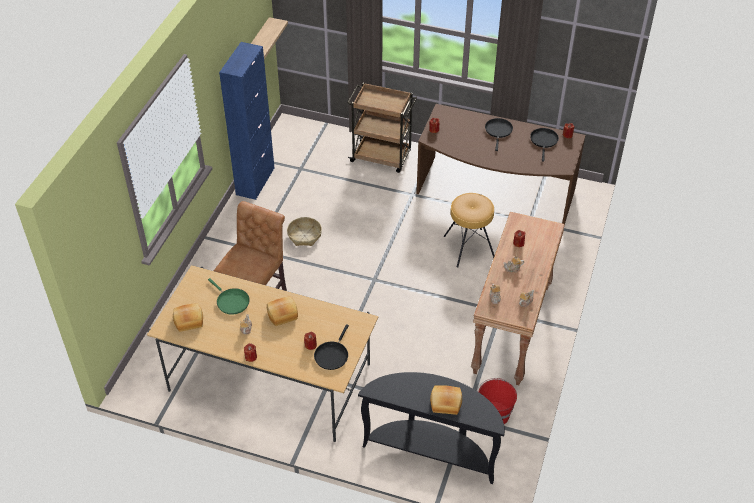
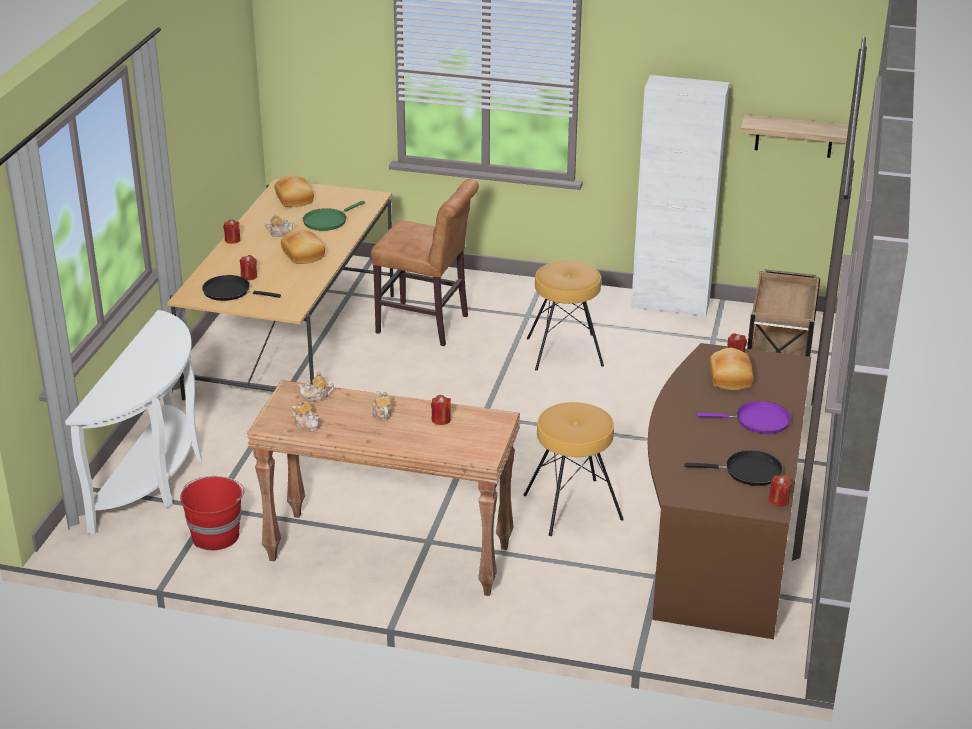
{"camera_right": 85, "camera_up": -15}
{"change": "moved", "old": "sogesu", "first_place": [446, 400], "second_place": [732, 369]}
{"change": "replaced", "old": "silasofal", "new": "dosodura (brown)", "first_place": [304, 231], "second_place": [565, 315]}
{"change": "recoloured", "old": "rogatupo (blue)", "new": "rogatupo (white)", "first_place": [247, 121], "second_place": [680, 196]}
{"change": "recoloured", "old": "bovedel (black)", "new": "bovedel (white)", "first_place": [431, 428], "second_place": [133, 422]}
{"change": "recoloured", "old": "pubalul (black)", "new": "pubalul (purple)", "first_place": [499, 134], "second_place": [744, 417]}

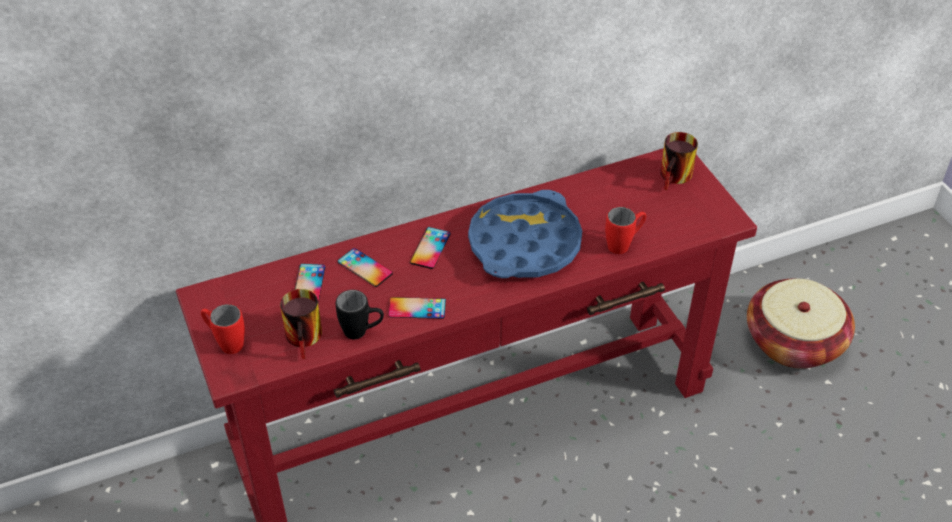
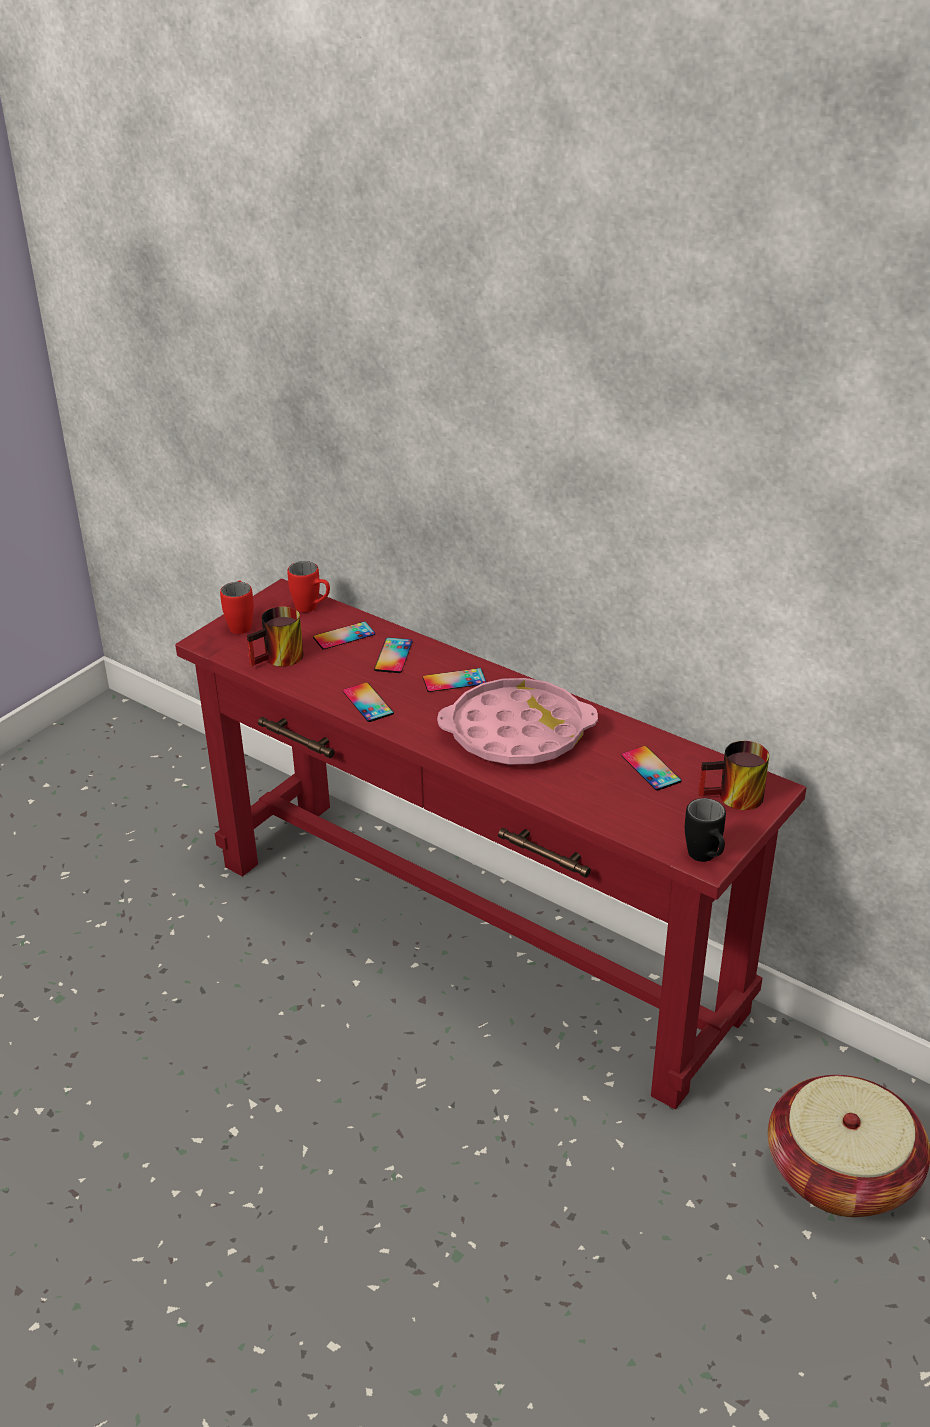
{"camera_right": 60, "camera_up": -10}
{"change": "added", "new": "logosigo", "second_place": [651, 768]}
{"change": "moved", "old": "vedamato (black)", "first_place": [360, 314], "second_place": [705, 830]}
{"change": "moved", "old": "vedamato (red)", "first_place": [625, 230], "second_place": [308, 586]}
{"change": "recoloured", "old": "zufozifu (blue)", "new": "zufozifu (pink)", "first_place": [525, 234], "second_place": [517, 721]}

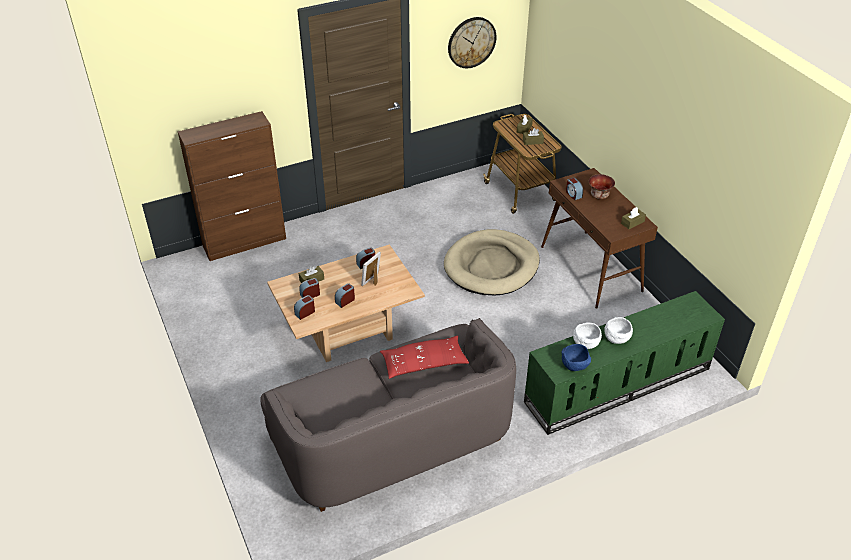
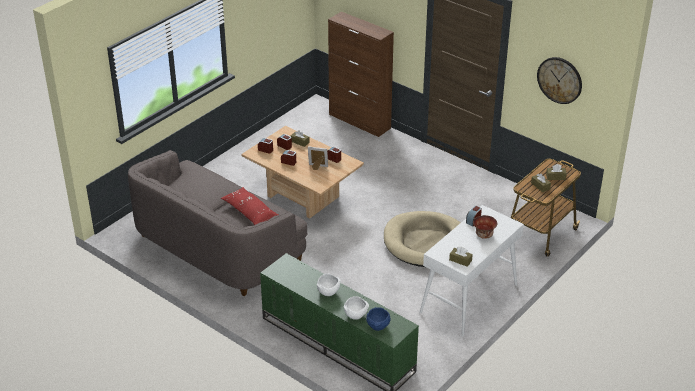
{"camera_right": 65, "camera_up": -5}
{"change": "moved", "old": "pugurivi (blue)", "first_place": [576, 357], "second_place": [378, 319]}
{"change": "moved", "old": "pugurivi (white)", "first_place": [587, 335], "second_place": [356, 308]}
{"change": "recoloured", "old": "bovedel (brown)", "new": "bovedel (white)", "first_place": [599, 238], "second_place": [471, 271]}

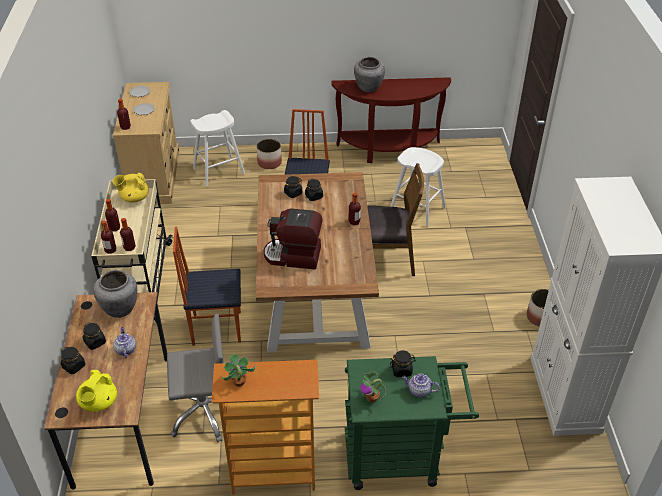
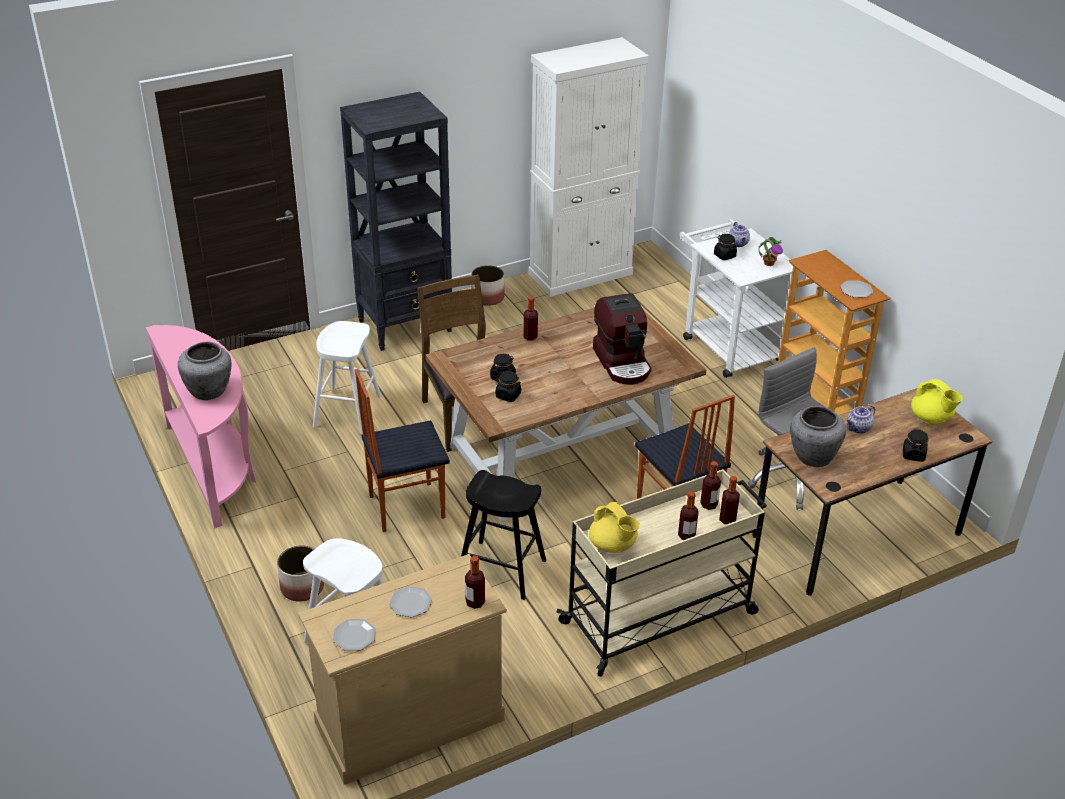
{"camera_right": -115, "camera_up": -5}
{"change": "removed", "old": "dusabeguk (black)", "first_place": [94, 336]}
{"change": "added", "new": "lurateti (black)", "second_place": [396, 221]}
{"change": "added", "new": "dosodura (black)", "second_place": [503, 535]}
{"change": "replaced", "old": "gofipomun", "new": "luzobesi", "first_place": [238, 370], "second_place": [857, 289]}
{"change": "recoloured", "old": "bovedel (brown)", "new": "bovedel (pink)", "first_place": [391, 120], "second_place": [201, 426]}
{"change": "recoloured", "old": "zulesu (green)", "new": "zulesu (white)", "first_place": [412, 423], "second_place": [736, 298]}
{"change": "turned", "old": "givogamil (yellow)", "first_place": [96, 391], "second_place": [936, 401], "degrees": 60}

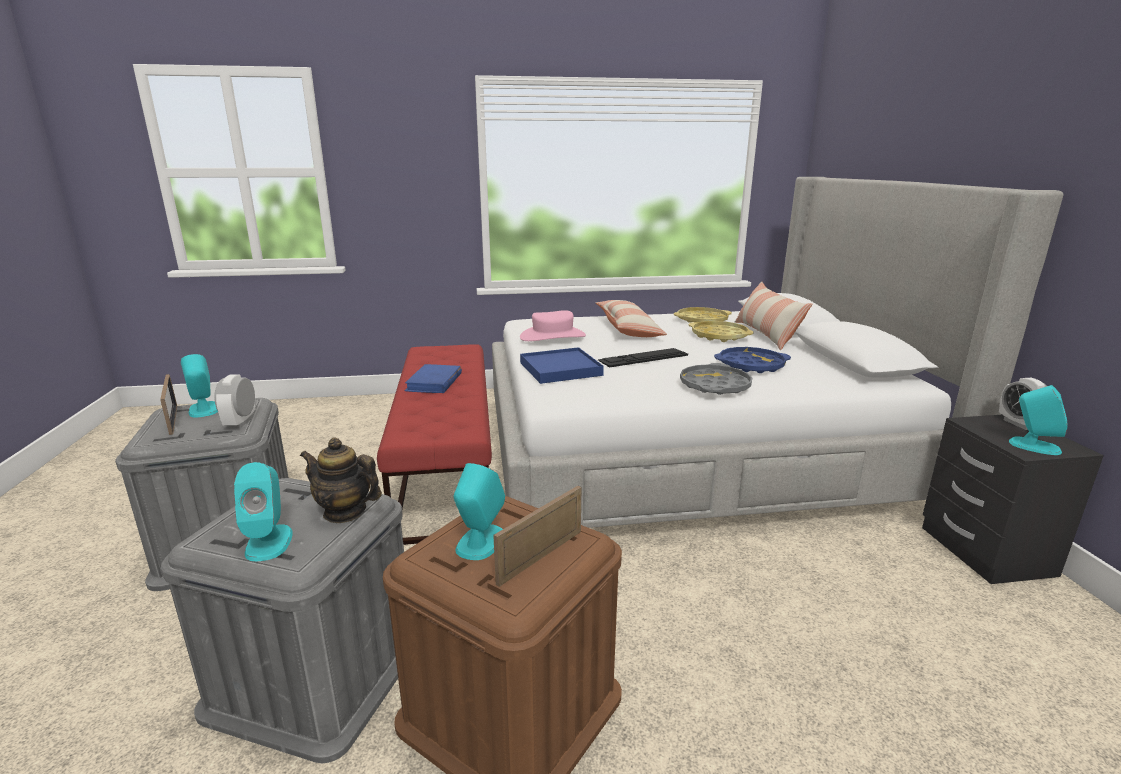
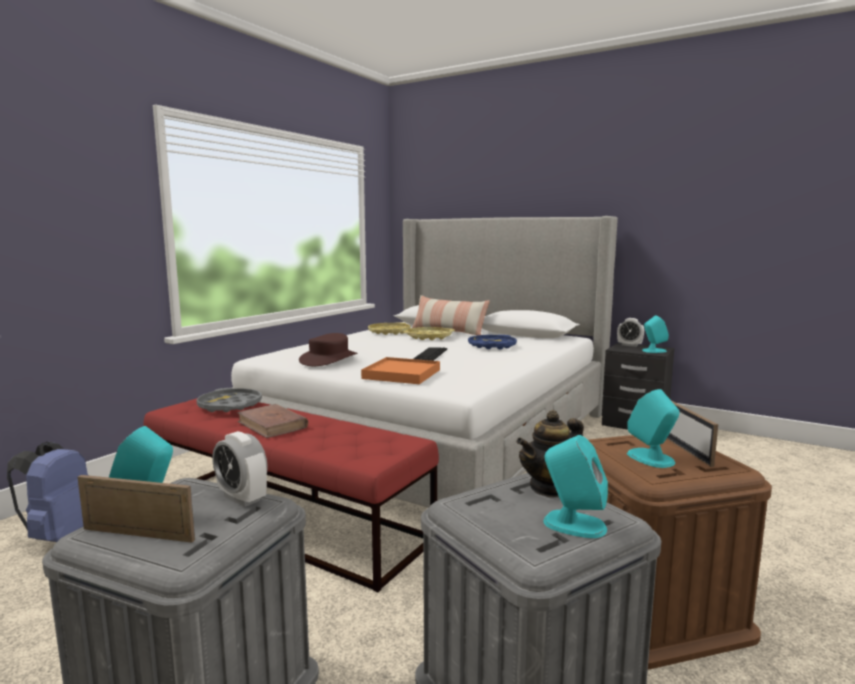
{"camera_right": -50, "camera_up": -10}
{"change": "removed", "old": "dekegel", "first_place": [631, 318]}
{"change": "added", "new": "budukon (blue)", "second_place": [48, 491]}
{"change": "moved", "old": "zufozifu (grey)", "first_place": [716, 379], "second_place": [229, 400]}
{"change": "recoloured", "old": "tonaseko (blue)", "new": "tonaseko (brown)", "first_place": [433, 378], "second_place": [272, 421]}
{"change": "recoloured", "old": "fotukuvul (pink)", "new": "fotukuvul (brown)", "first_place": [553, 325], "second_place": [328, 349]}
{"change": "recoloured", "old": "zufozifu (blue)", "new": "zufozifu (orange)", "first_place": [562, 365], "second_place": [400, 370]}

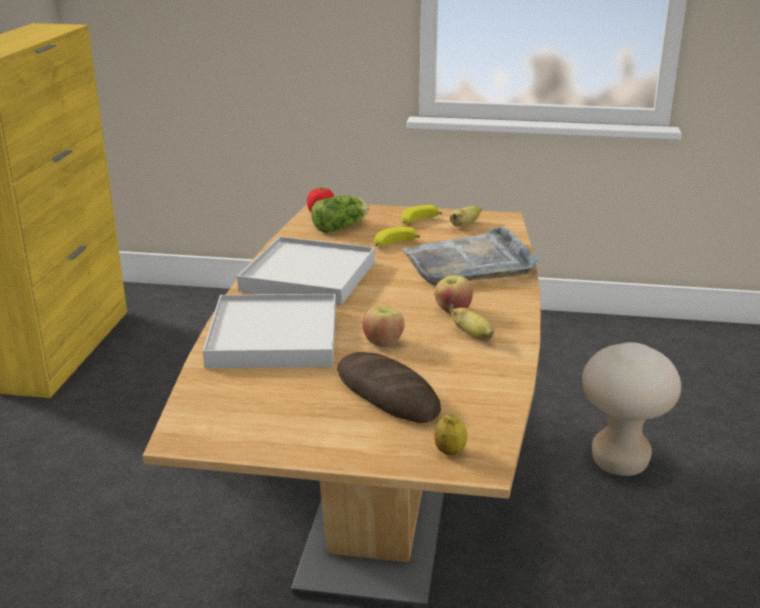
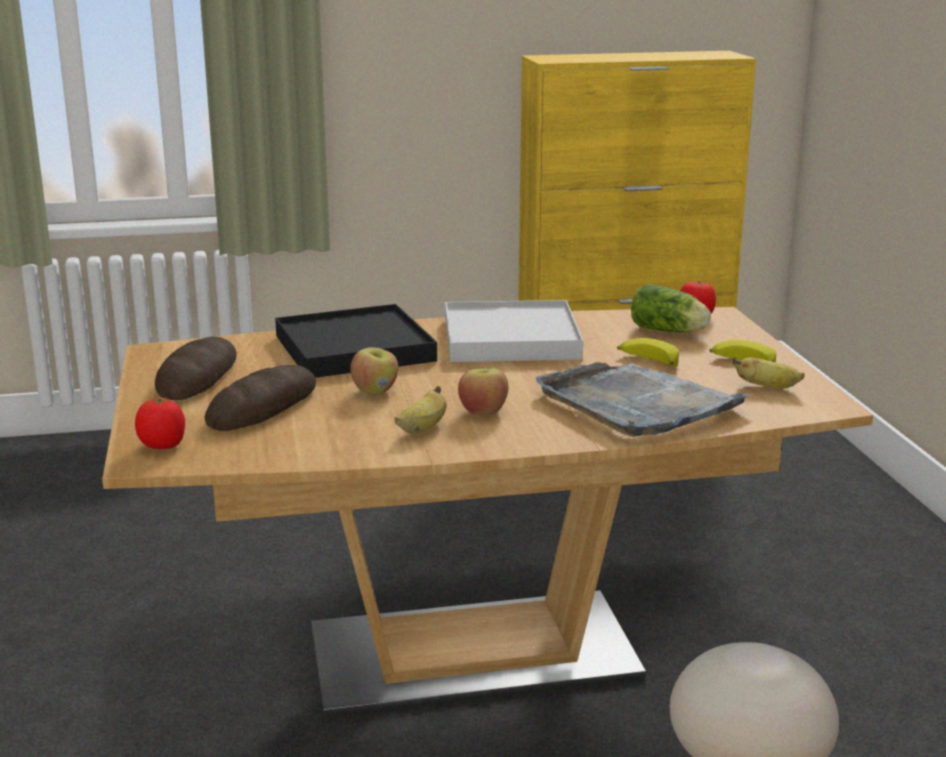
{"camera_right": 70, "camera_up": -5}
{"change": "added", "new": "sogesu", "second_place": [196, 368]}
{"change": "replaced", "old": "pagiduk", "new": "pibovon", "first_place": [450, 434], "second_place": [160, 423]}
{"change": "recoloured", "old": "zufozifu (white)", "new": "zufozifu (black)", "first_place": [269, 331], "second_place": [356, 341]}

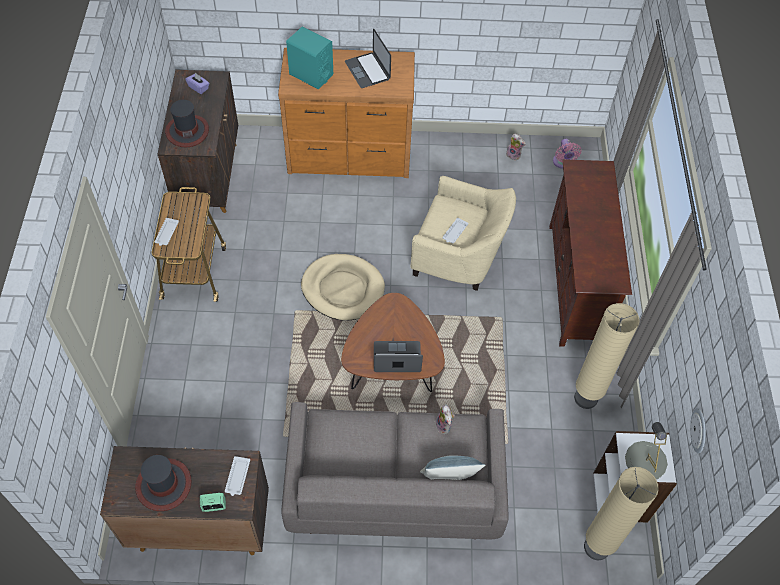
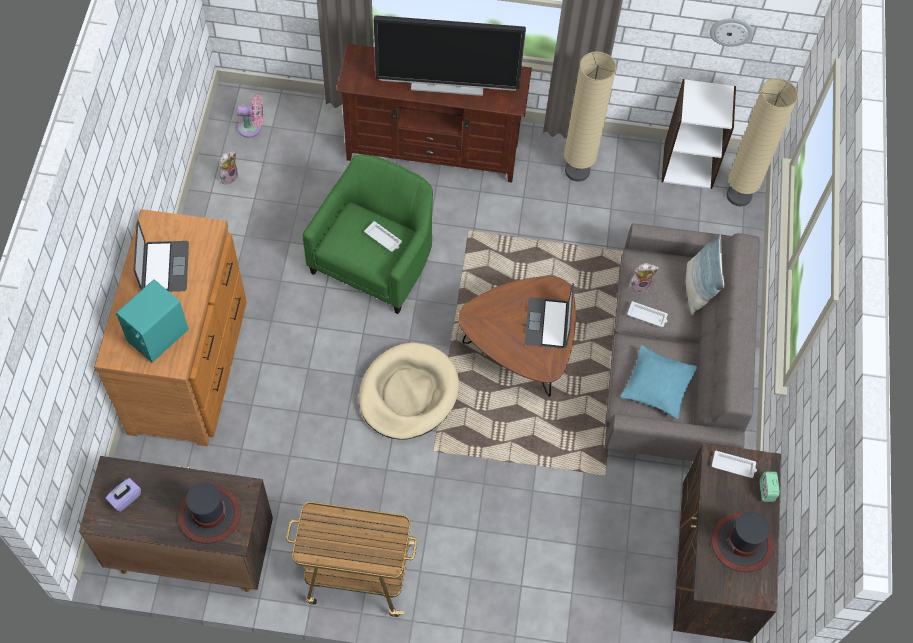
{"camera_right": -85, "camera_up": 5}
{"change": "removed", "old": "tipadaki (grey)", "first_place": [646, 450]}
{"change": "added", "new": "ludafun", "second_place": [450, 55]}
{"change": "added", "new": "dekegel (turquoise)", "second_place": [659, 382]}
{"change": "moved", "old": "zufozifu (white)", "first_place": [166, 232], "second_place": [647, 314]}
{"change": "recoloured", "old": "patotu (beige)", "new": "patotu (green)", "first_place": [463, 233], "second_place": [367, 234]}
{"change": "turned", "old": "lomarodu", "first_place": [368, 58], "second_place": [161, 256], "degrees": -75}

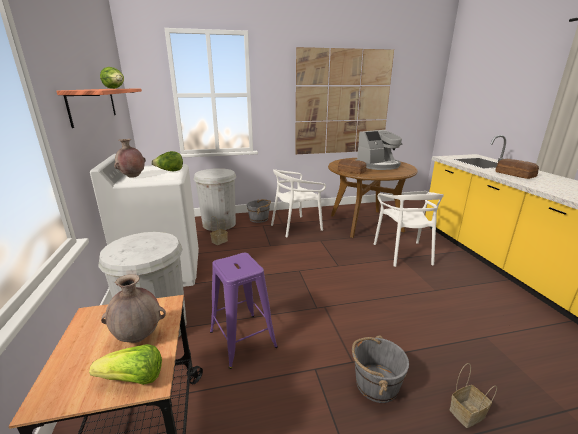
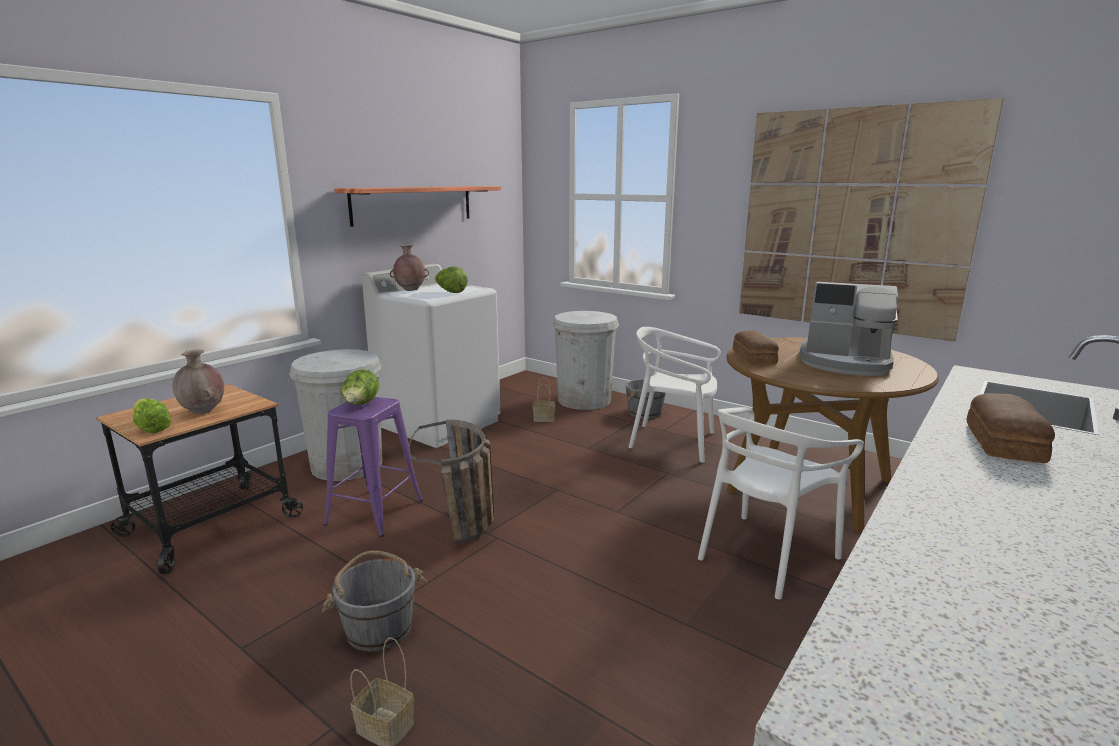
{"camera_right": 50, "camera_up": -5}
{"change": "added", "new": "silasofal", "second_place": [451, 482]}
{"change": "moved", "old": "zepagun", "first_place": [112, 78], "second_place": [360, 387]}

